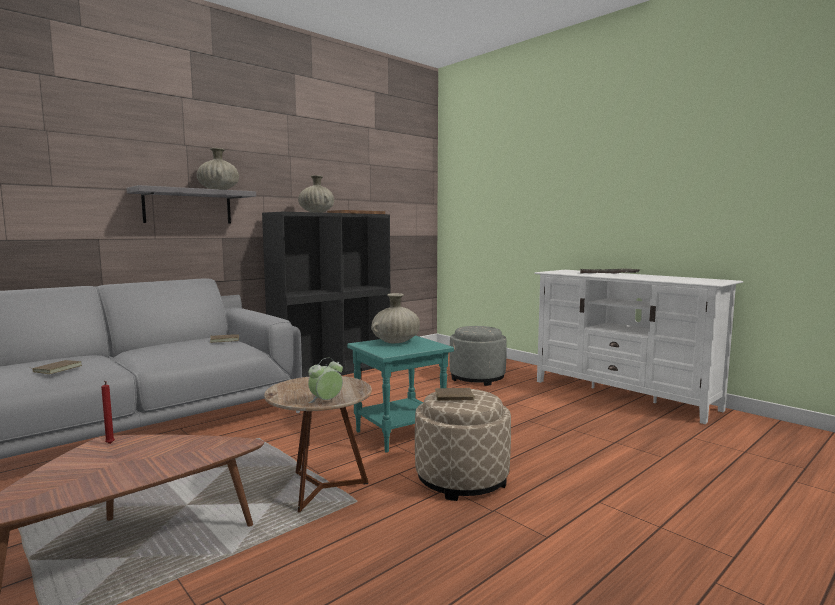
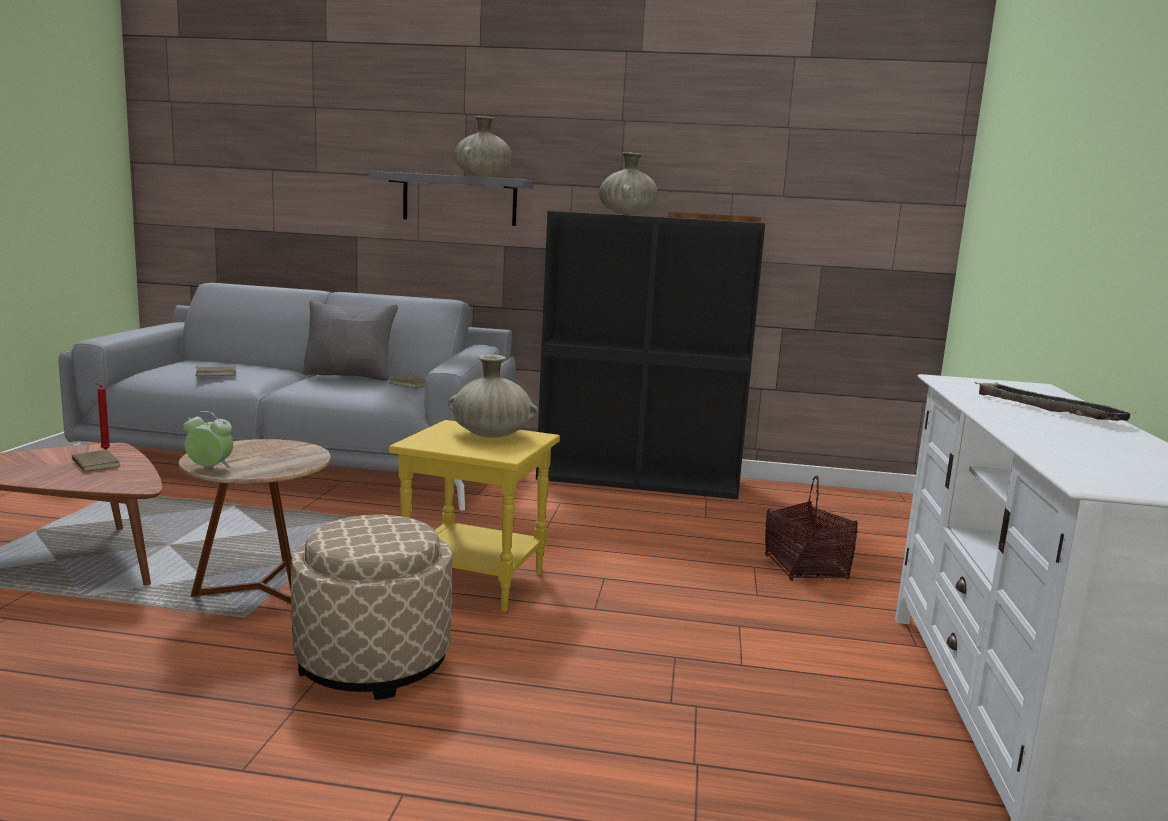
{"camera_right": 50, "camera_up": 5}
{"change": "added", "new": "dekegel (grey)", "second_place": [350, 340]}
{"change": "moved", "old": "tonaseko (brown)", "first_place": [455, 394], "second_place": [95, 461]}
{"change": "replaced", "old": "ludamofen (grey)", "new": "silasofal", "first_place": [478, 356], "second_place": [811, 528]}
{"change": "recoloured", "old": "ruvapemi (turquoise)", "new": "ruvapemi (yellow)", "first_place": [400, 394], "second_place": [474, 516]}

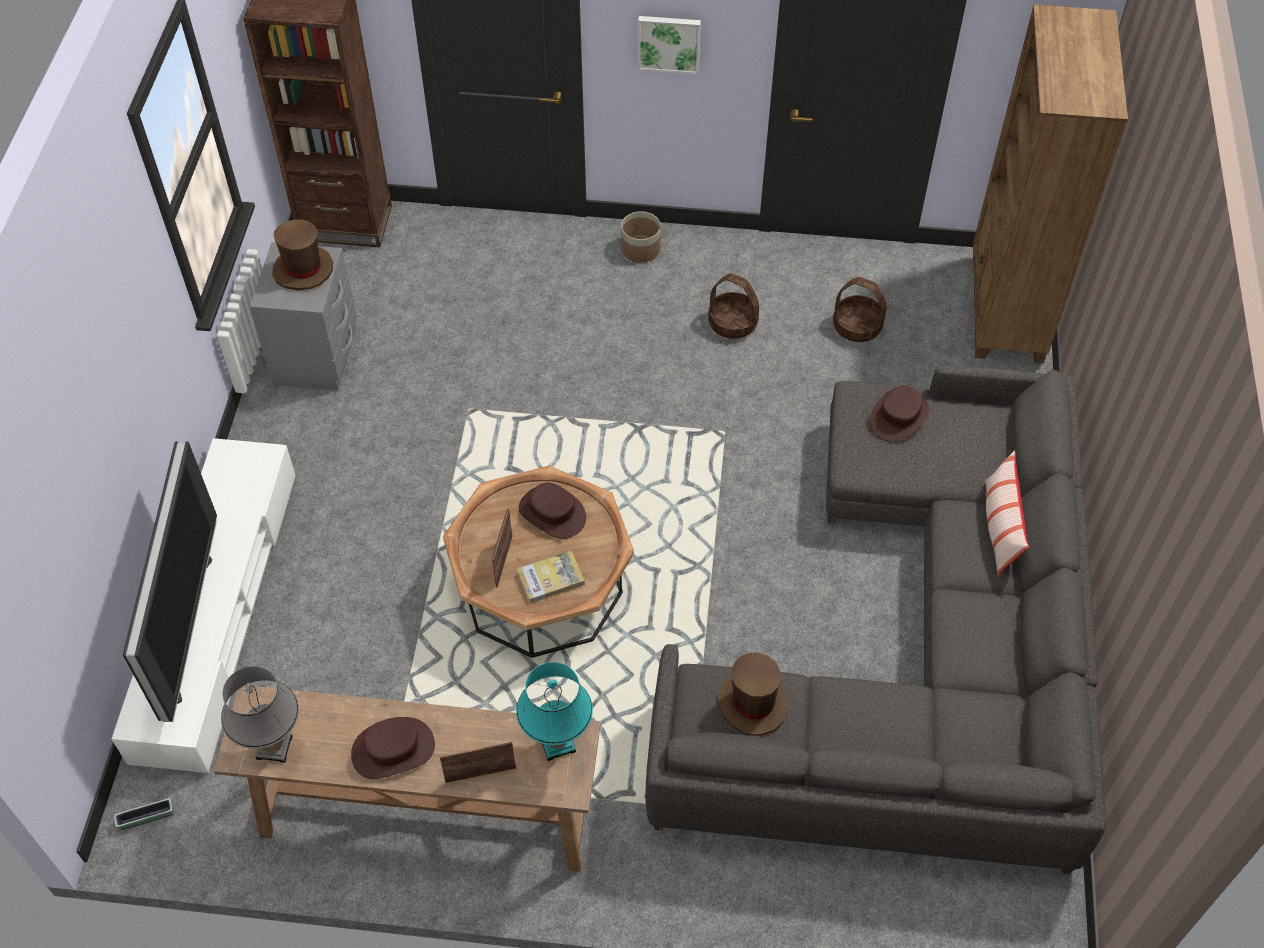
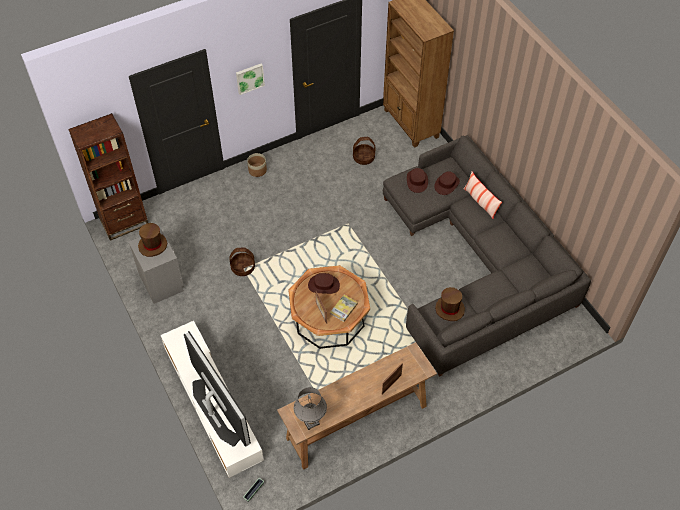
{"camera_right": -35, "camera_up": 0}
{"change": "removed", "old": "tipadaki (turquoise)", "first_place": [554, 711]}
{"change": "moved", "old": "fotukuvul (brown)", "first_place": [393, 748], "second_place": [447, 183]}
{"change": "moved", "old": "silasofal", "first_place": [733, 306], "second_place": [242, 261]}

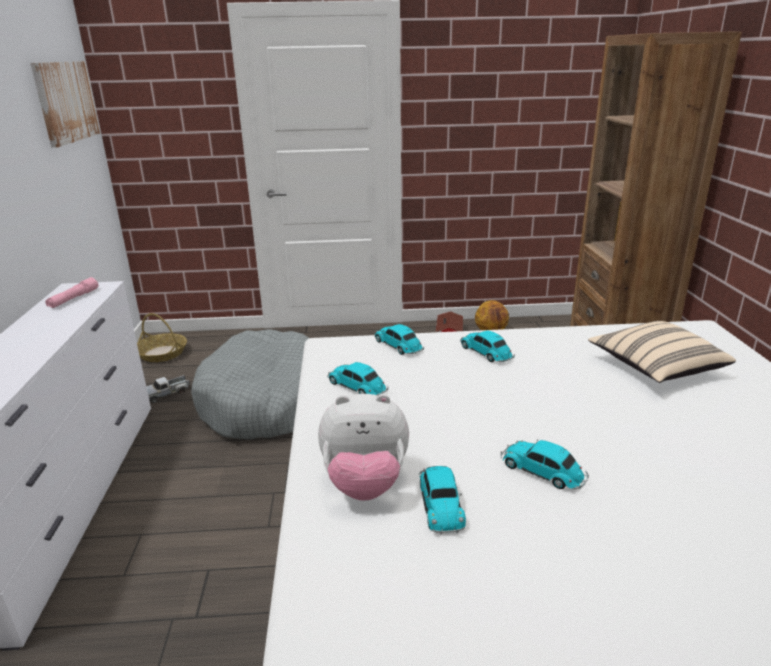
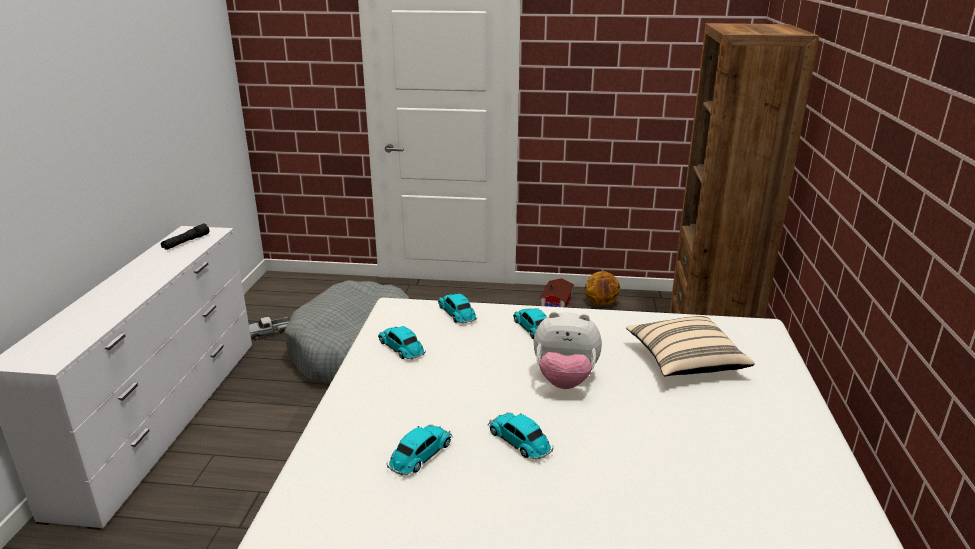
{"camera_right": 10, "camera_up": 0}
{"change": "removed", "old": "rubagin", "first_place": [65, 104]}
{"change": "removed", "old": "silasofal", "first_place": [162, 337]}
{"change": "moved", "old": "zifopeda", "first_place": [363, 447], "second_place": [568, 350]}
{"change": "recoloured", "old": "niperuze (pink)", "new": "niperuze (black)", "first_place": [71, 292], "second_place": [185, 237]}
{"change": "turned", "old": "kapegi", "first_place": [442, 500], "second_place": [420, 449], "degrees": -150}

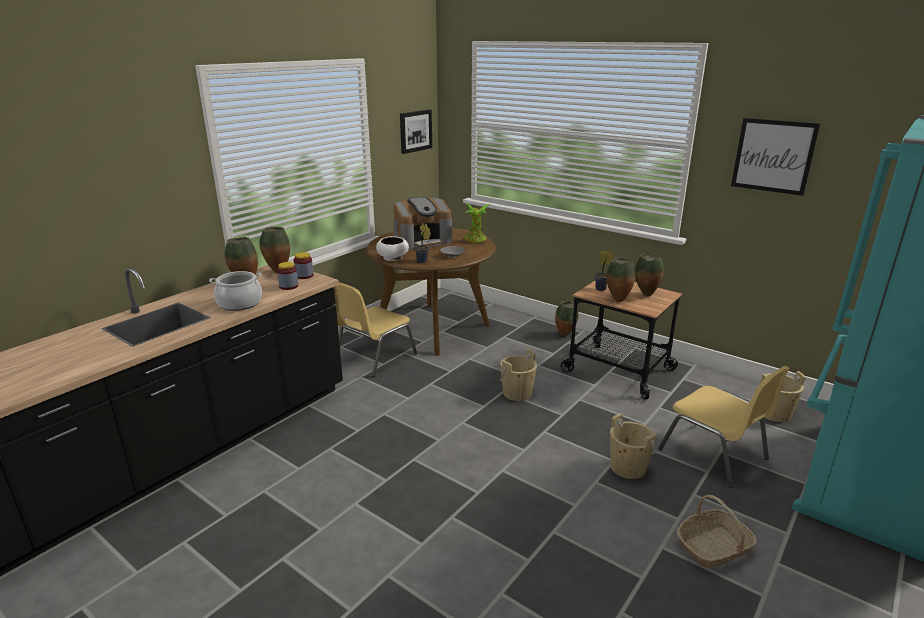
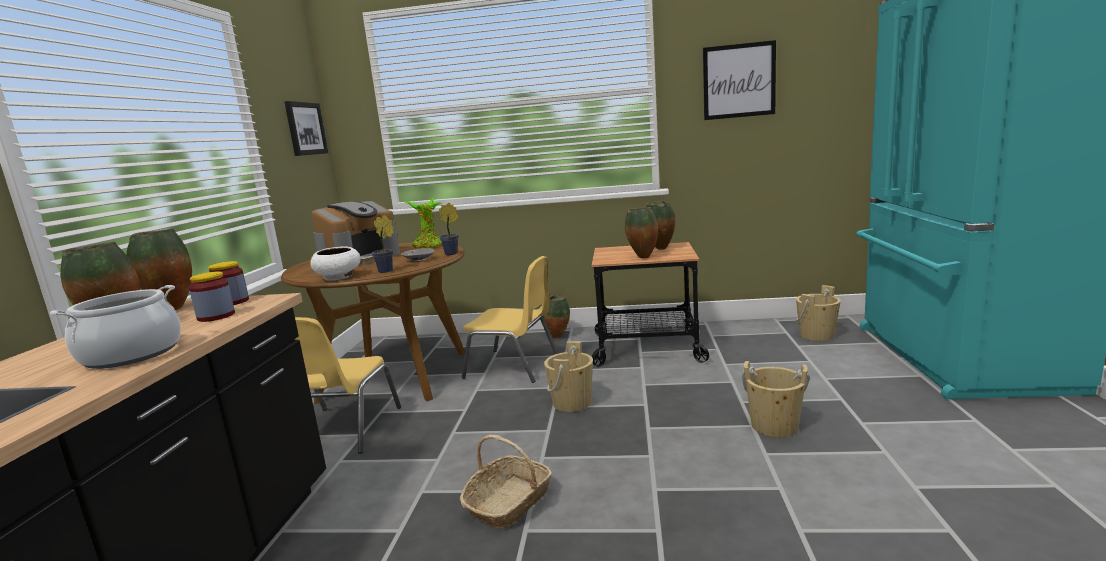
{"camera_right": -30, "camera_up": -10}
{"change": "moved", "old": "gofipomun", "first_place": [604, 270], "second_place": [449, 229]}
{"change": "moved", "old": "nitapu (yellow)", "first_place": [724, 427], "second_place": [510, 319]}
{"change": "moved", "old": "silasofal", "first_place": [717, 531], "second_place": [506, 482]}

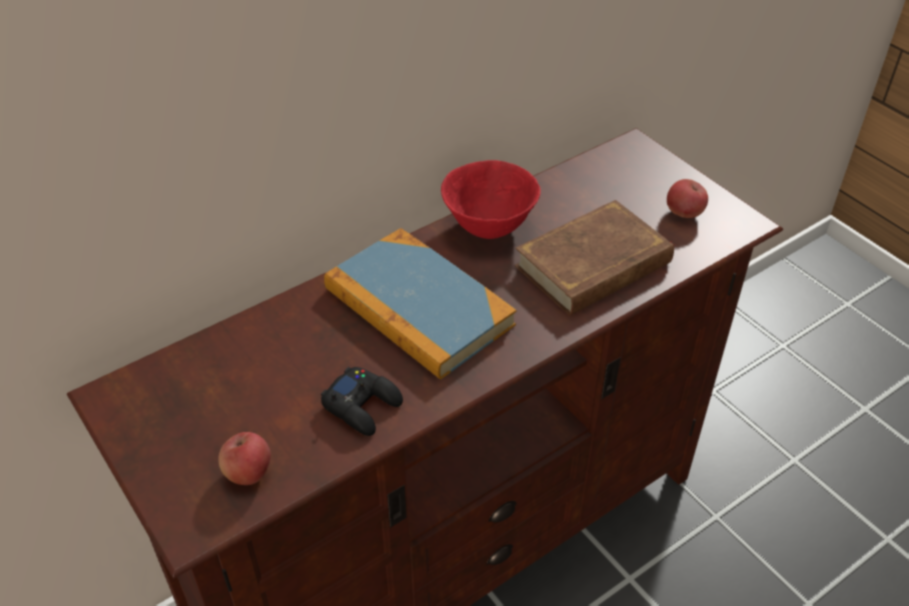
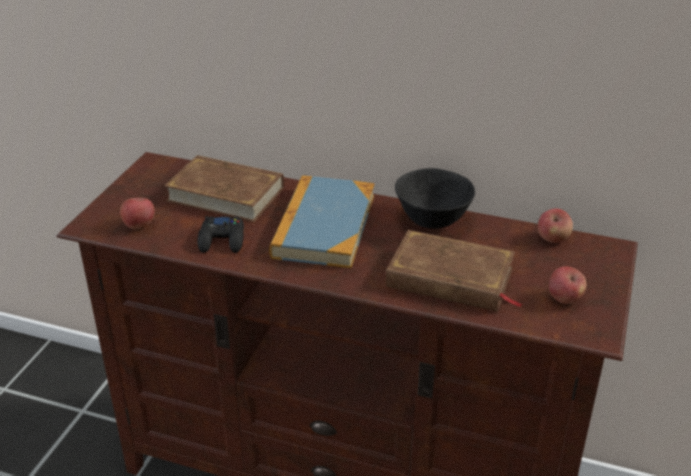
{"camera_right": 55, "camera_up": -10}
{"change": "added", "new": "tonaseko (brown)", "second_place": [224, 188]}
{"change": "added", "new": "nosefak", "second_place": [555, 225]}
{"change": "recoloured", "old": "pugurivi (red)", "new": "pugurivi (black)", "first_place": [491, 199], "second_place": [435, 198]}

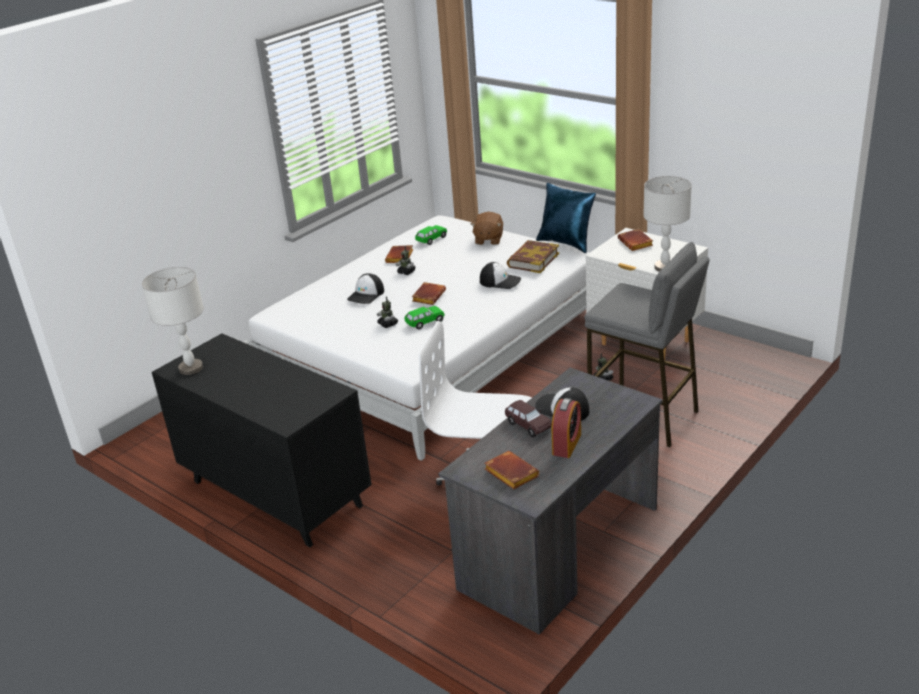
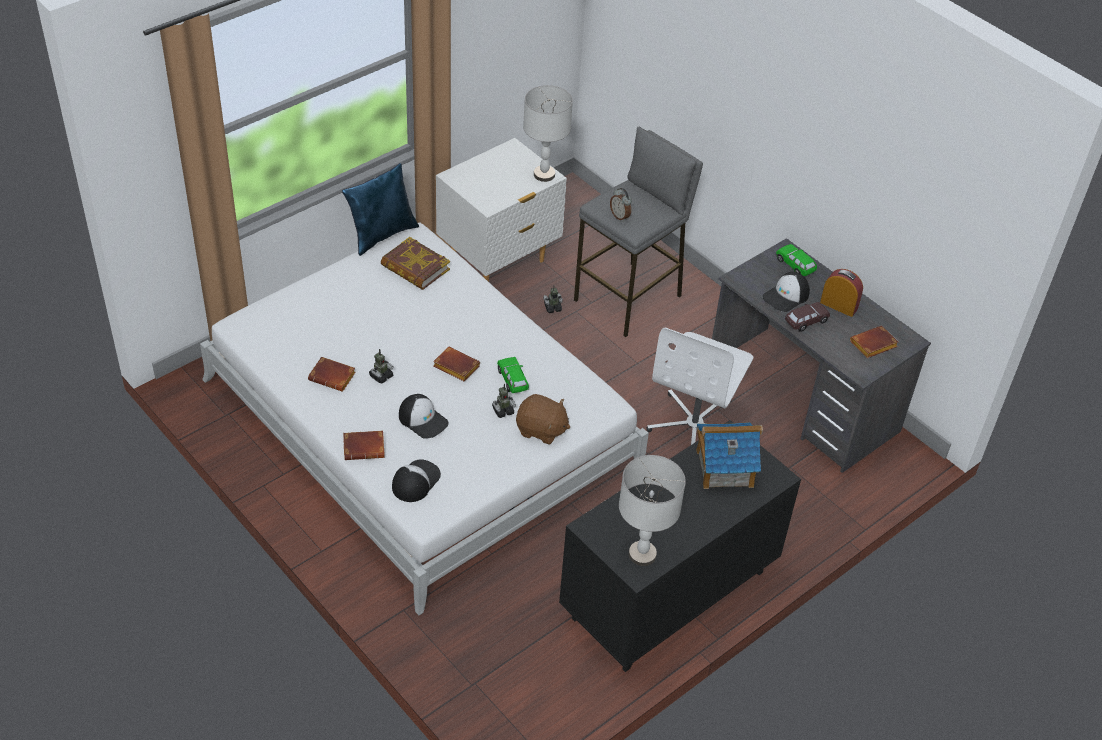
{"camera_right": -85, "camera_up": 15}
{"change": "added", "new": "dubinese", "second_place": [621, 205]}
{"change": "added", "new": "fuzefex", "second_place": [729, 455]}
{"change": "moved", "old": "kapegi (green)", "first_place": [431, 235], "second_place": [796, 260]}
{"change": "moved", "old": "zifopeda (brown)", "first_place": [487, 228], "second_place": [543, 419]}
{"change": "moved", "old": "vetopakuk", "first_place": [500, 275], "second_place": [416, 480]}
{"change": "moved", "old": "tonaseko (brown)", "first_place": [635, 240], "second_place": [364, 445]}

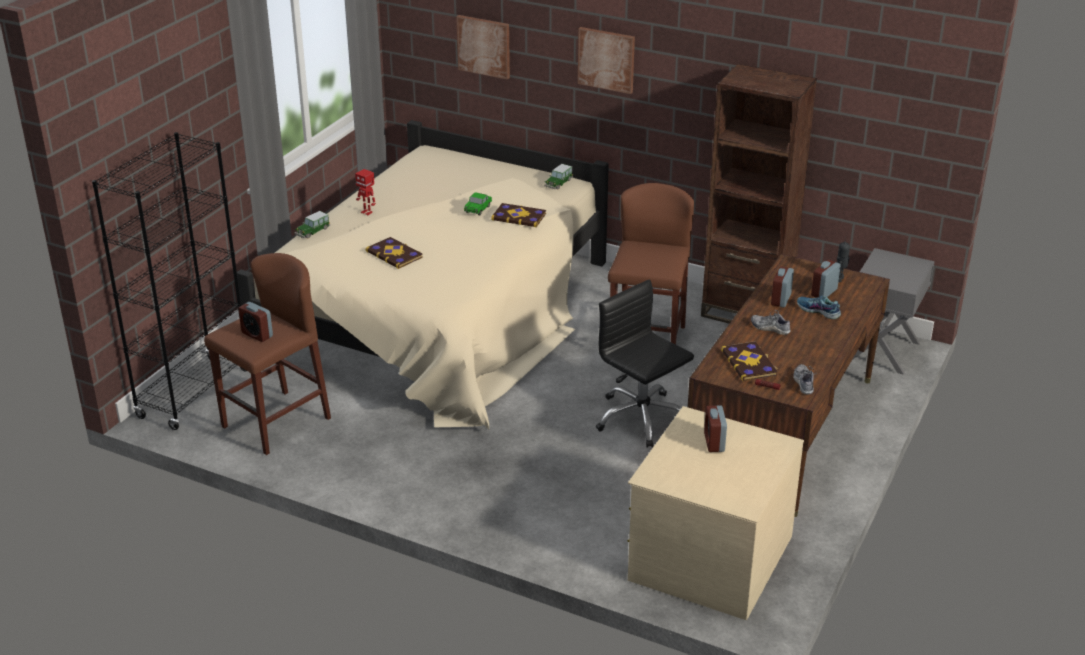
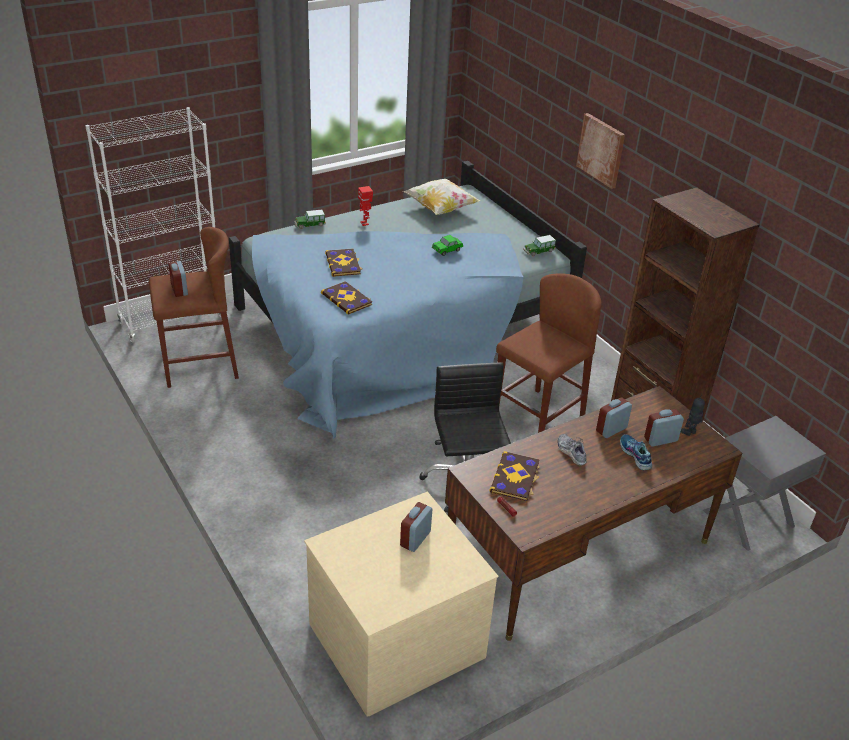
{"camera_right": 30, "camera_up": 5}
{"change": "removed", "old": "rubagin", "first_place": [483, 47]}
{"change": "removed", "old": "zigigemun", "first_place": [805, 379]}
{"change": "added", "new": "dekegel", "second_place": [441, 197]}
{"change": "moved", "old": "tonaseko", "first_place": [518, 215], "second_place": [346, 298]}
{"change": "recoloured", "old": "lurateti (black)", "new": "lurateti (white)", "first_place": [169, 281], "second_place": [153, 225]}
{"change": "recoloured", "old": "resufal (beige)", "new": "resufal (blue)", "first_place": [423, 274], "second_place": [408, 300]}

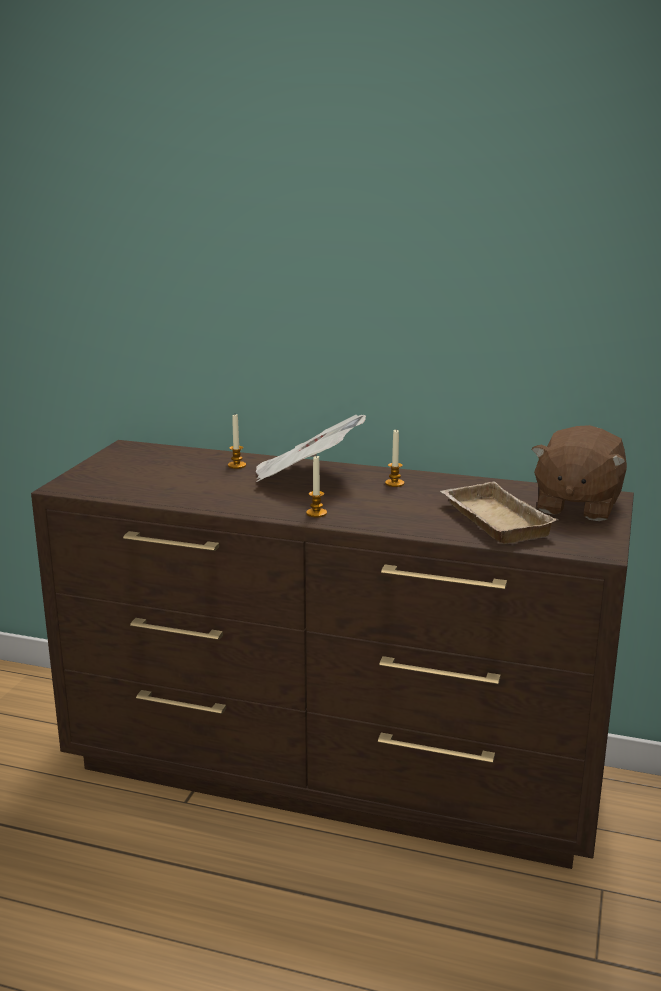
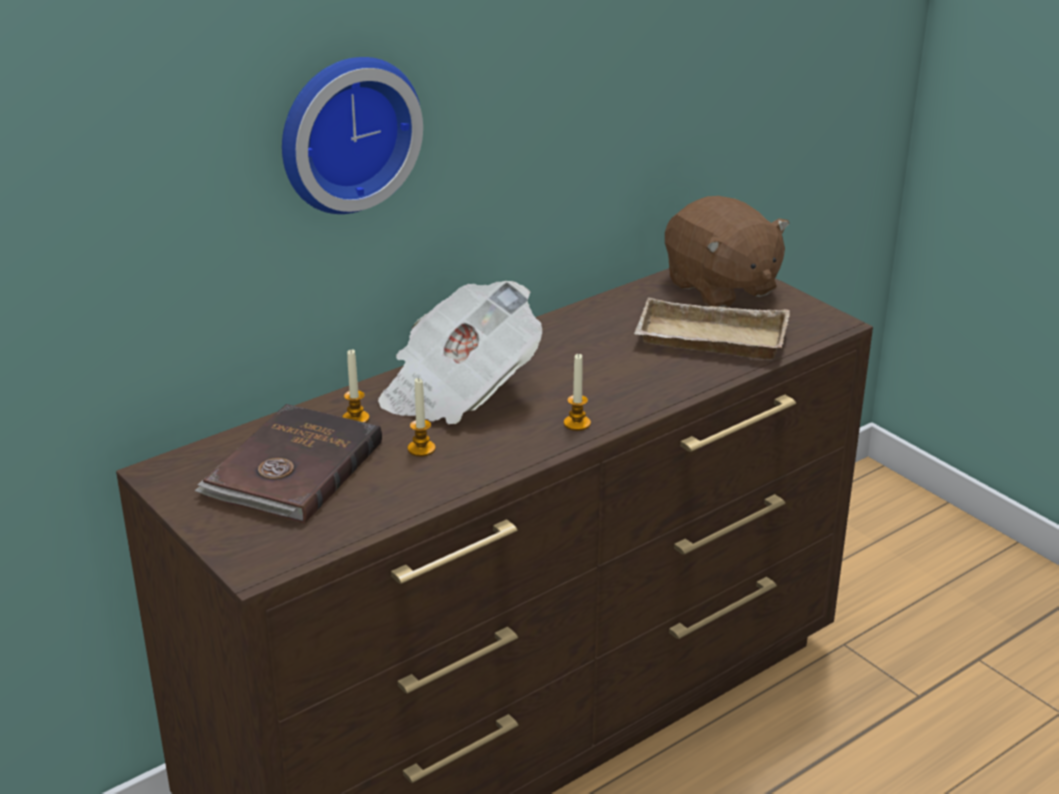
{"camera_right": -55, "camera_up": 10}
{"change": "added", "new": "tonaseko (brown)", "second_place": [288, 464]}
{"change": "added", "new": "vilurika", "second_place": [352, 135]}
{"change": "moved", "old": "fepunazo", "first_place": [394, 458], "second_place": [421, 417]}

